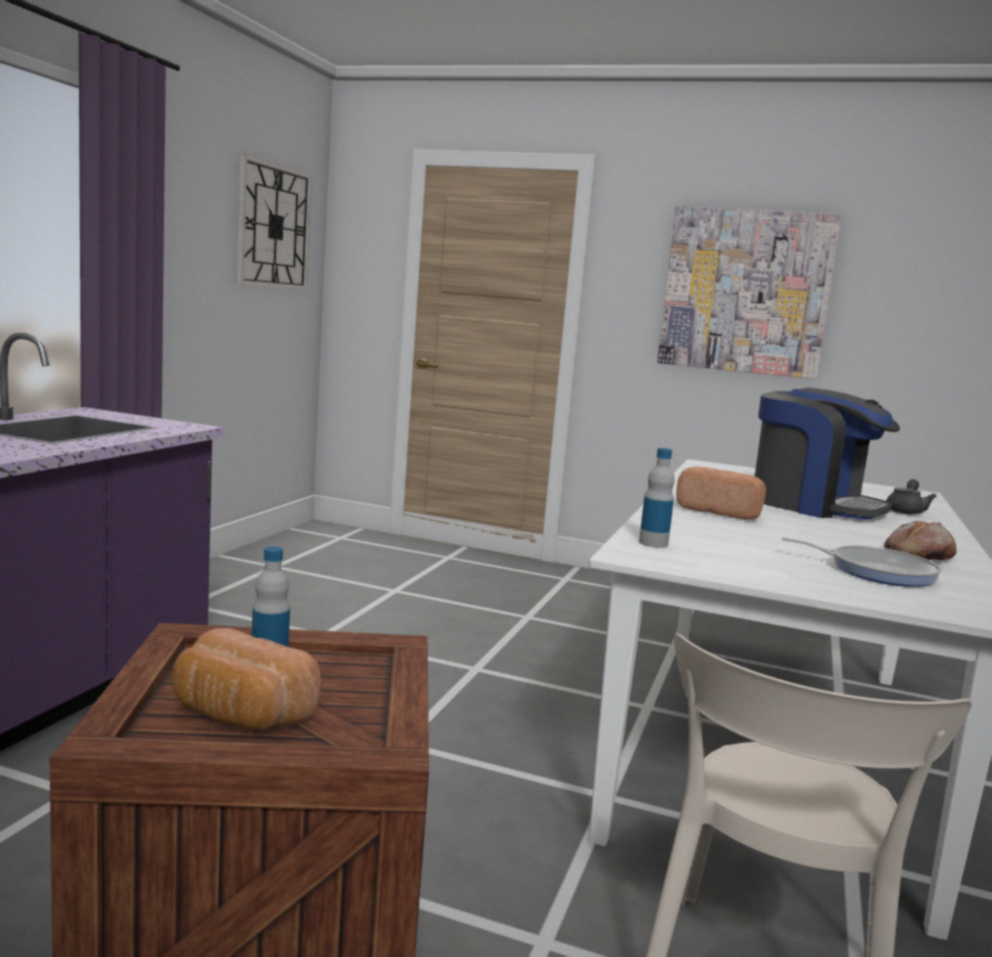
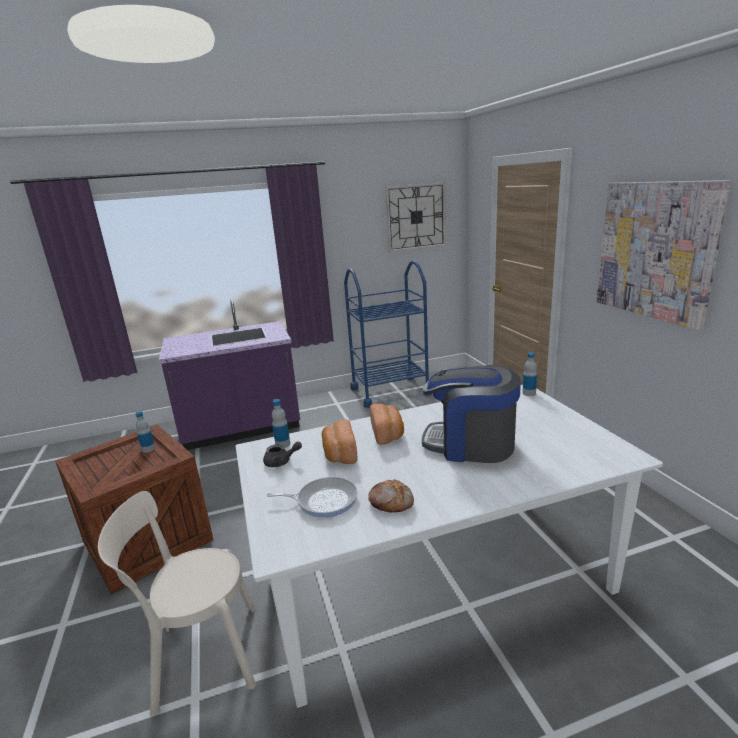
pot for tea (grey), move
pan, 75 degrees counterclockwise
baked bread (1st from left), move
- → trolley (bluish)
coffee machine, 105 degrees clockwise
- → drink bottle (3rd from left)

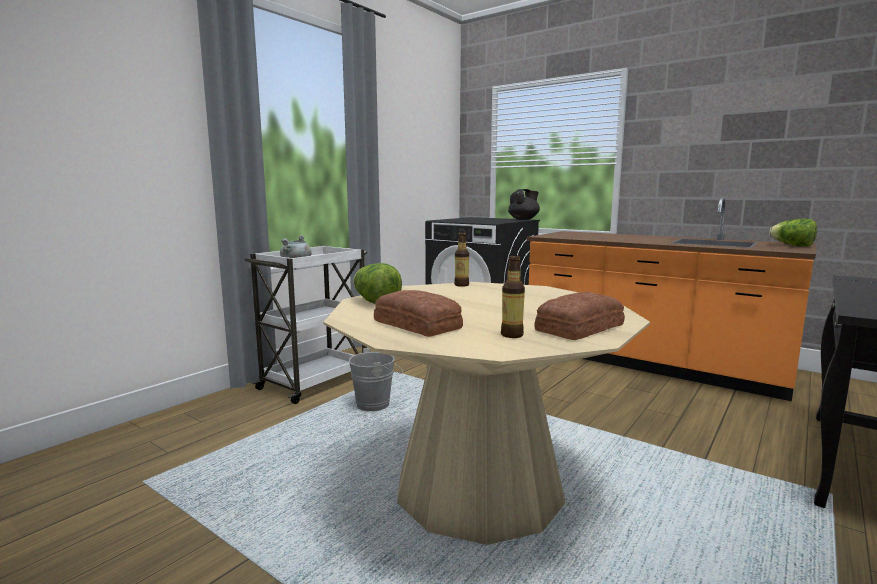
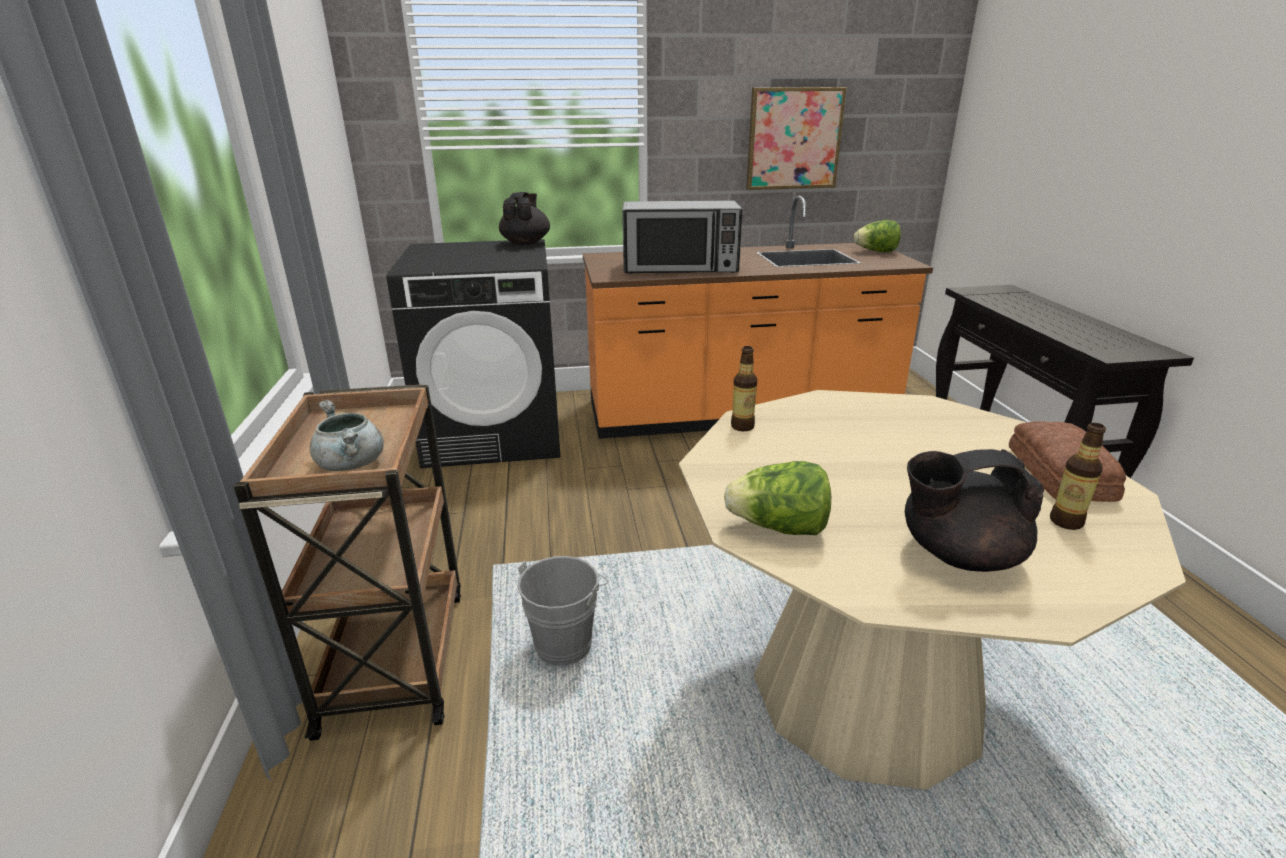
trolley (white) → trolley (brown)
- → kitchen microwave
- → picture
baked bread (1st from left) → pot for tea (blackish) (2nd from left)

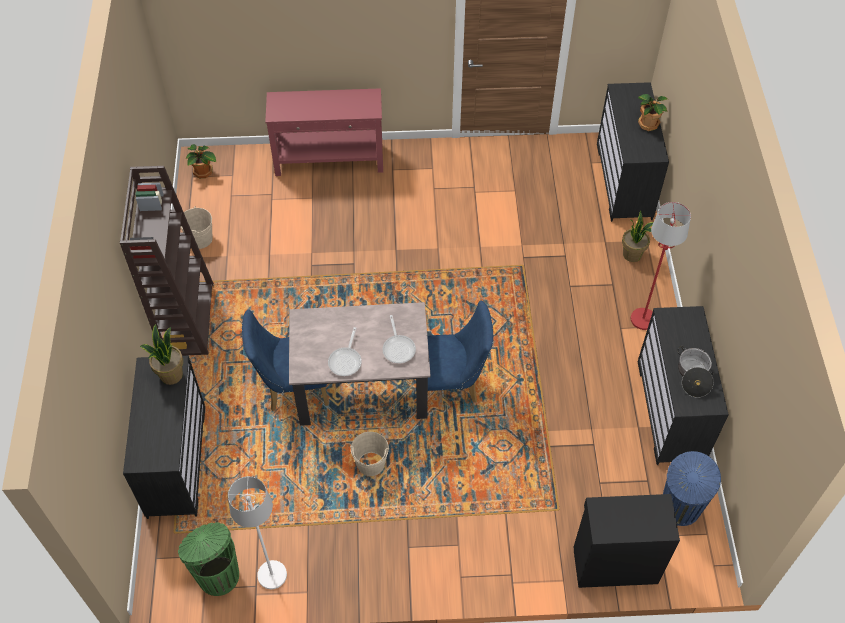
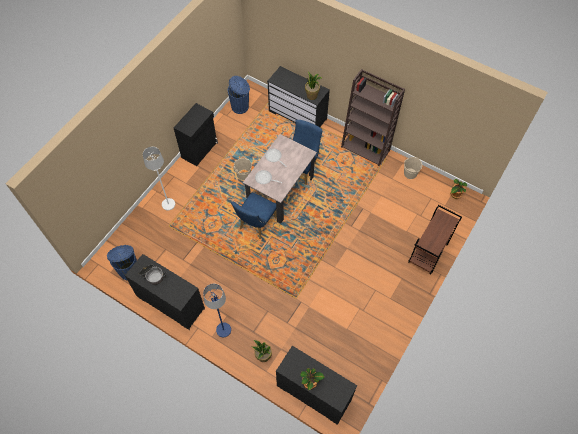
floor lamp (white), move
cabinet (blackish), move
floor lamp (red) → floor lamp (bluish)
trash can (green) → trash can (bluish) (2nd from left)
console table (red) → trolley (brown)

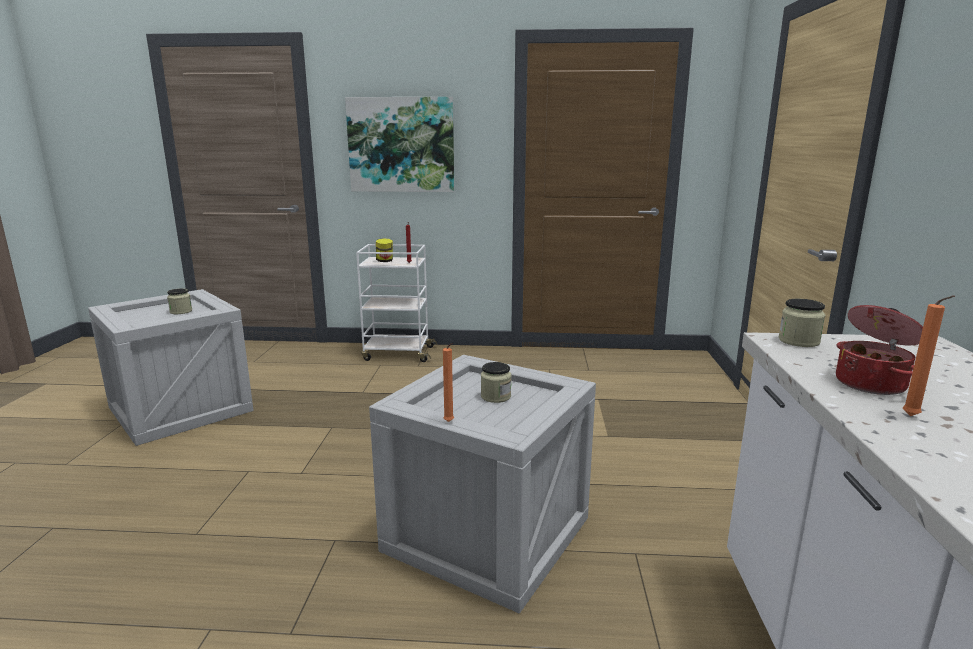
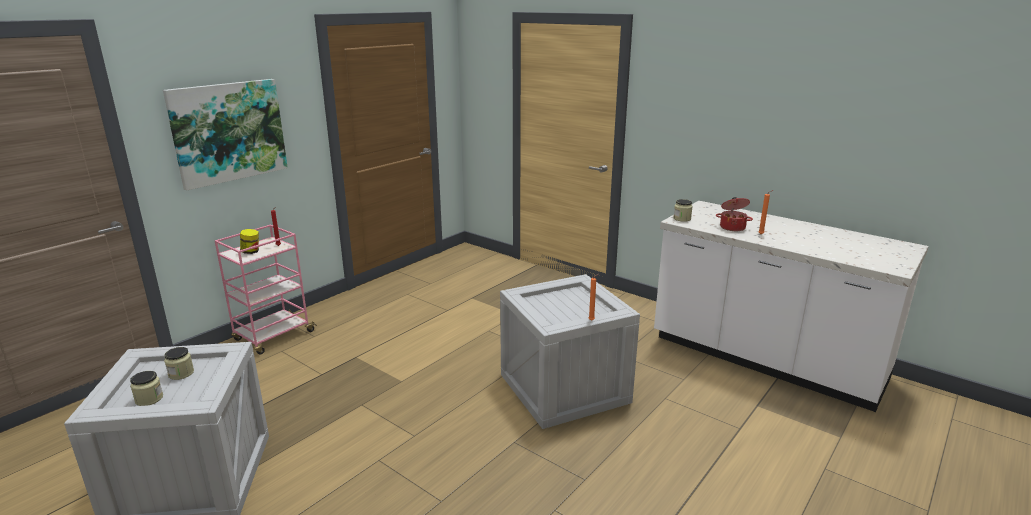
jar (3rd from left in the first image) → jar (1st from left), move
trolley (white) → trolley (pink)

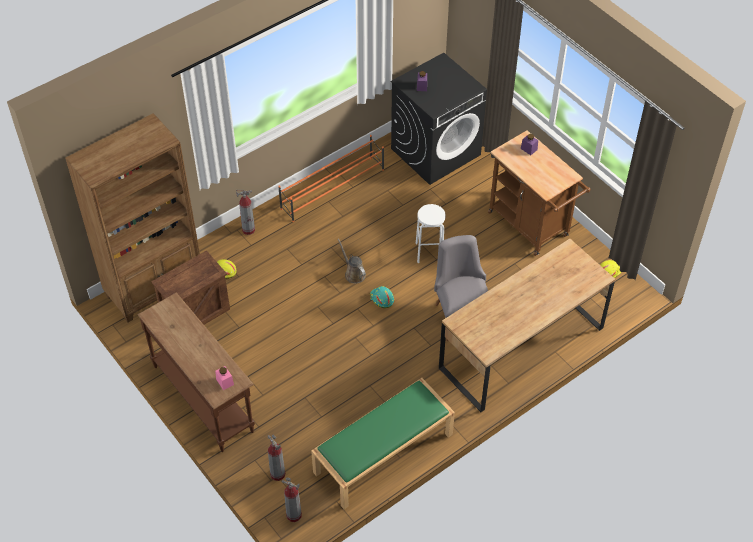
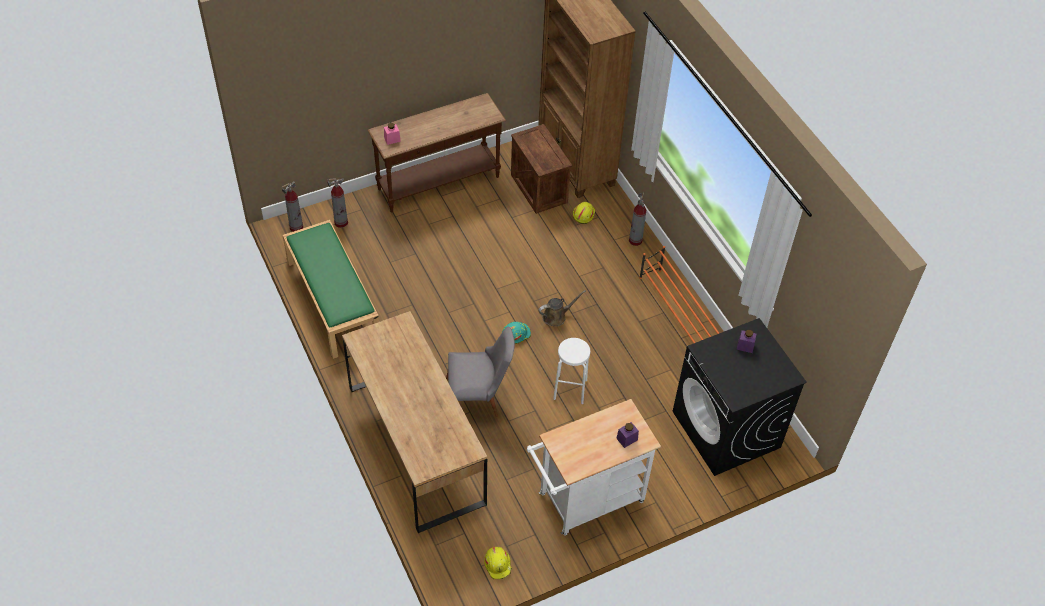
trolley (brown) → trolley (white)

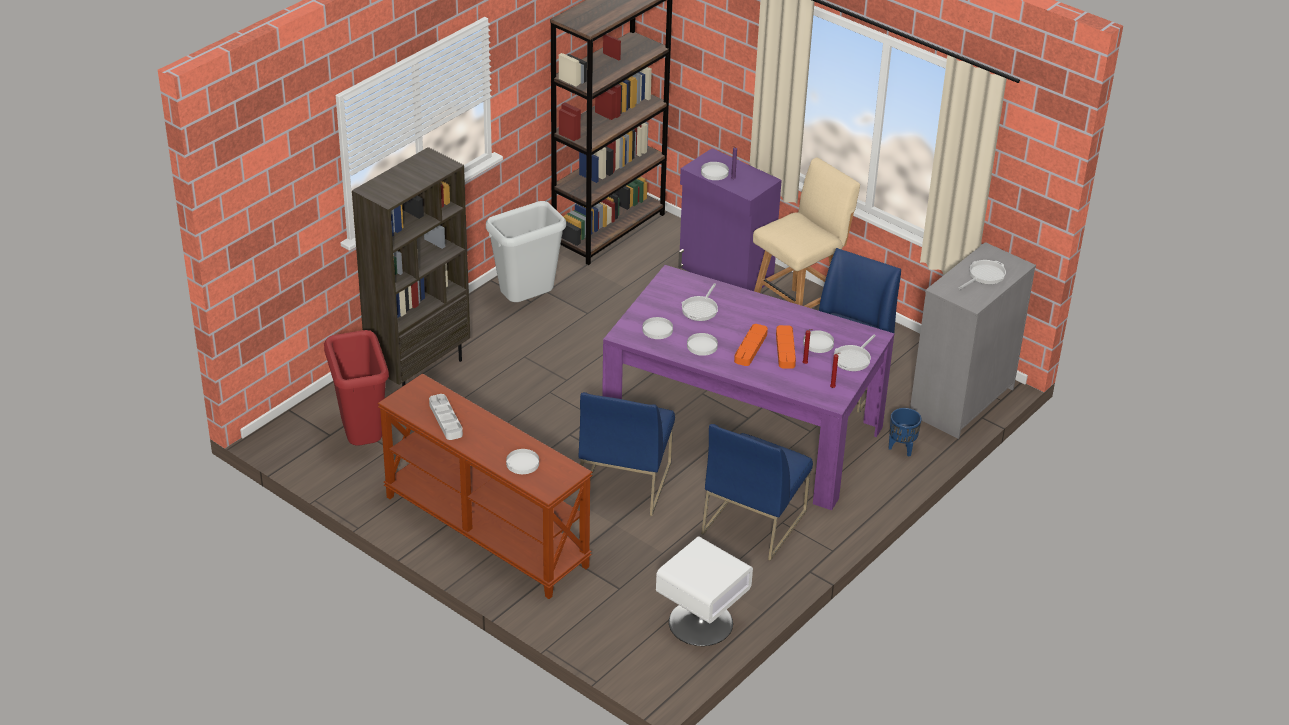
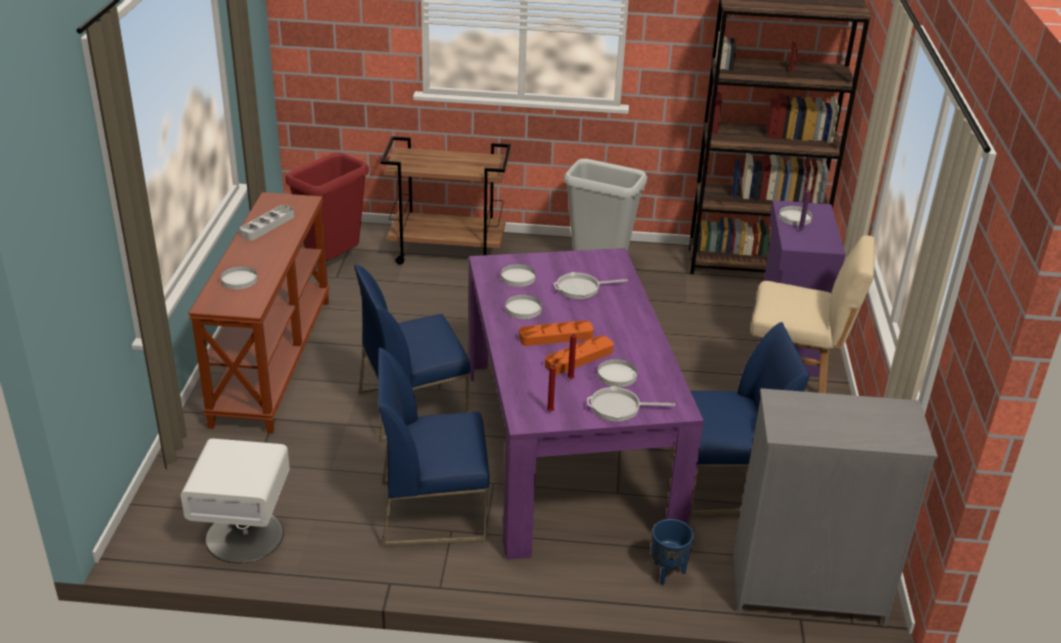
bookshelf (brown) (1st from left) → trolley (brown)
pan (3rd from left) → -

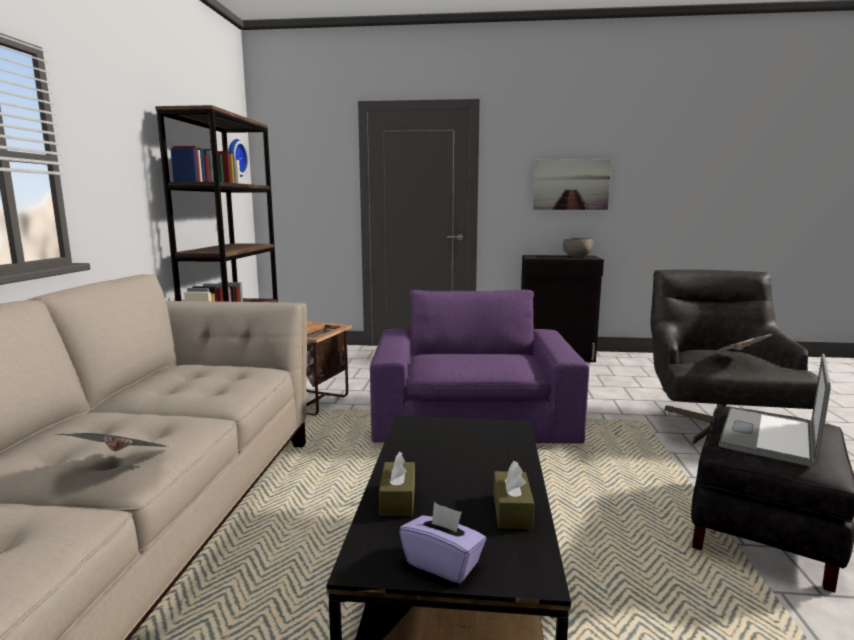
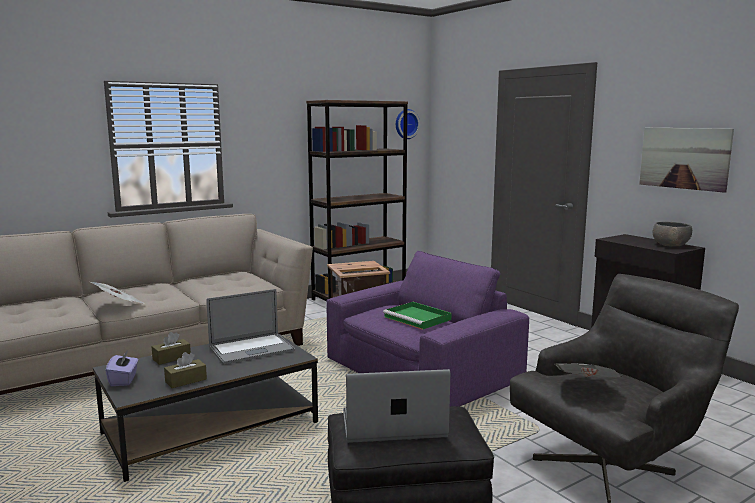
- → portable computer (1st from left)
- → serving tray (green)

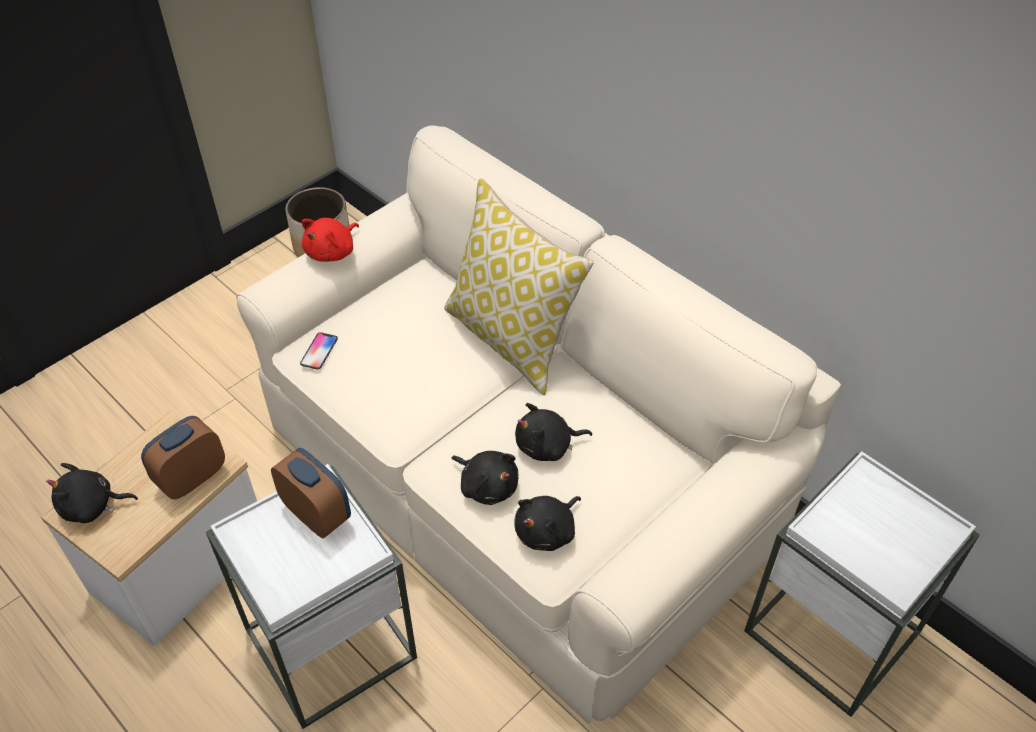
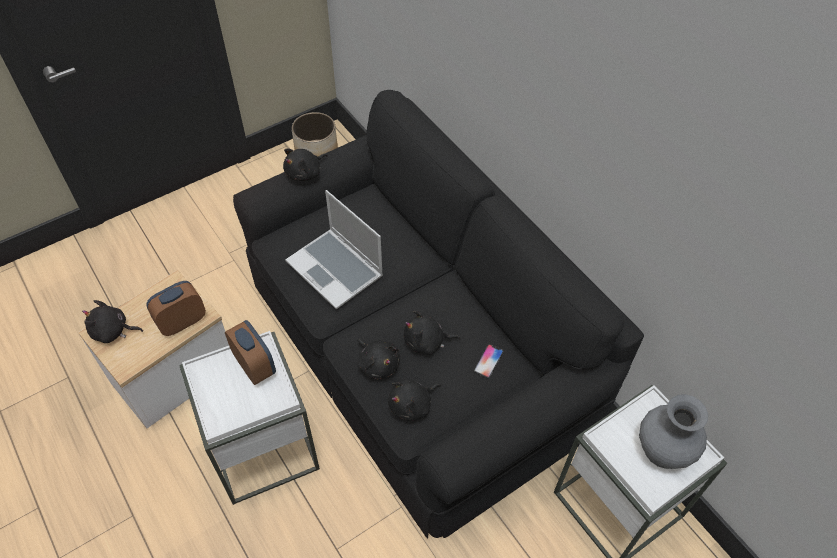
settee (beige-coloured) → settee (blackish)
soft toy (red) → soft toy (blackish) (2nd from left)
- → portable computer
phone, move
- → decorative vase (grey)
throw pillow → -

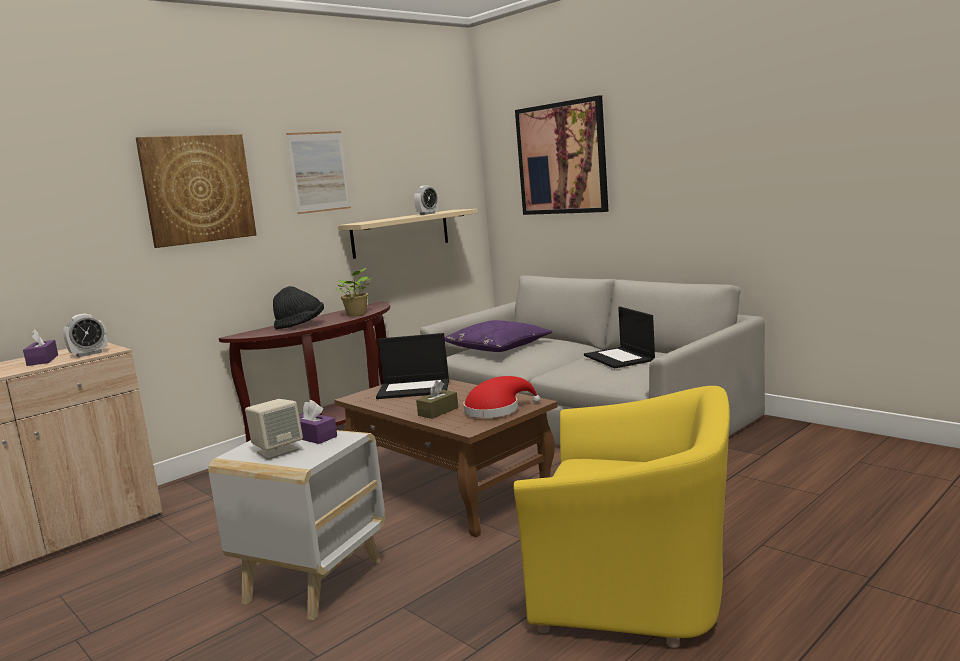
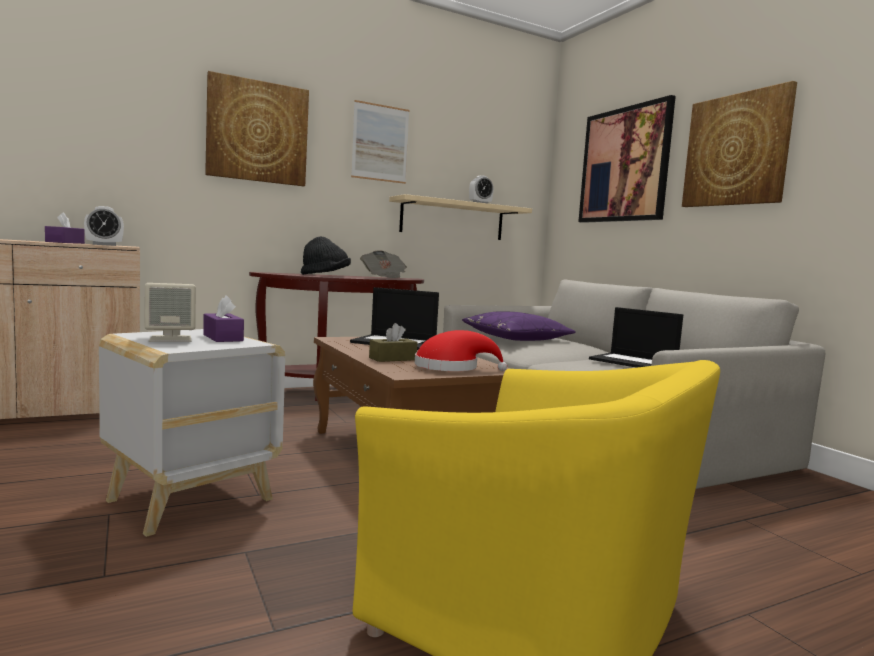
potted plant → newspaper
portable computer (2nd from left), 45 degrees counterclockwise
- → picture (4th from left)

